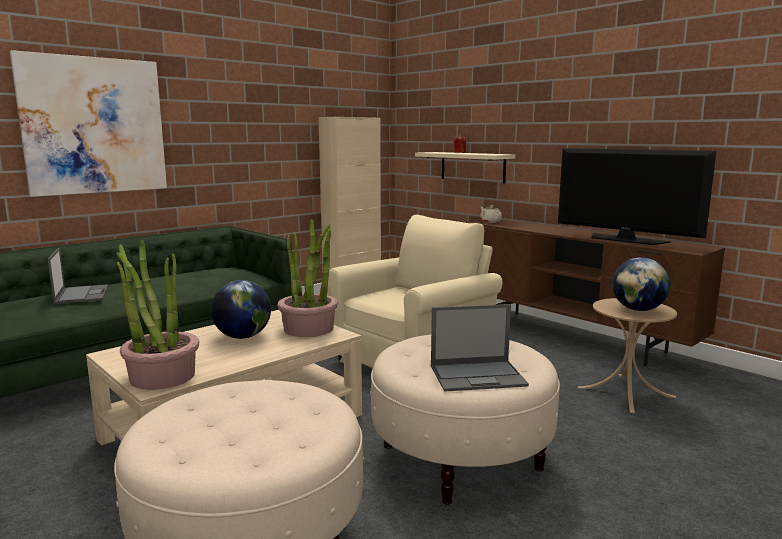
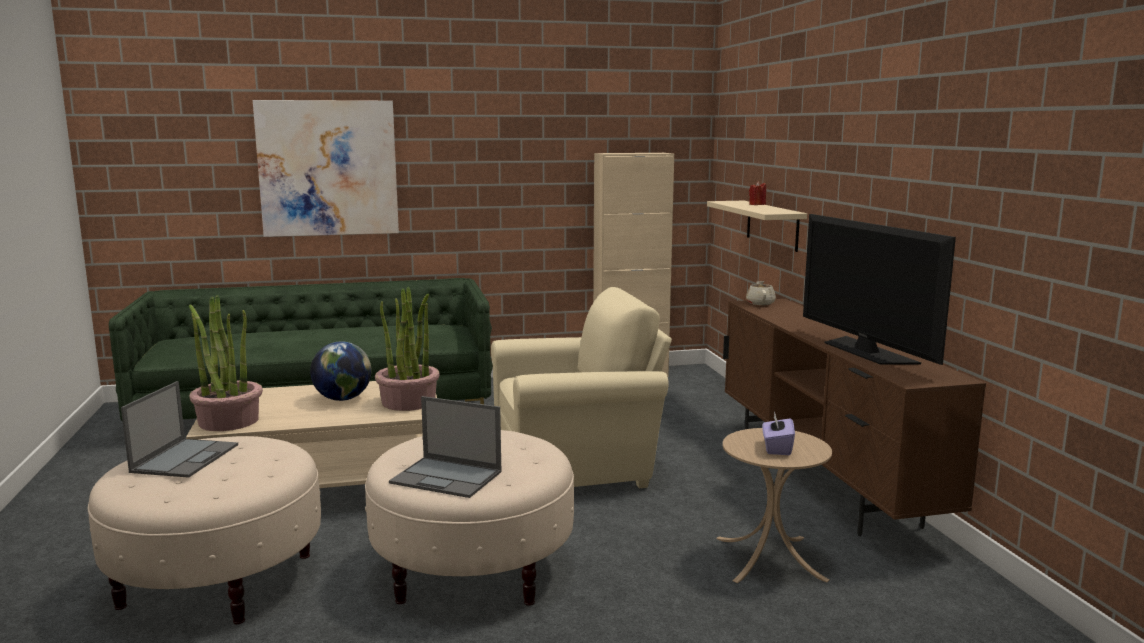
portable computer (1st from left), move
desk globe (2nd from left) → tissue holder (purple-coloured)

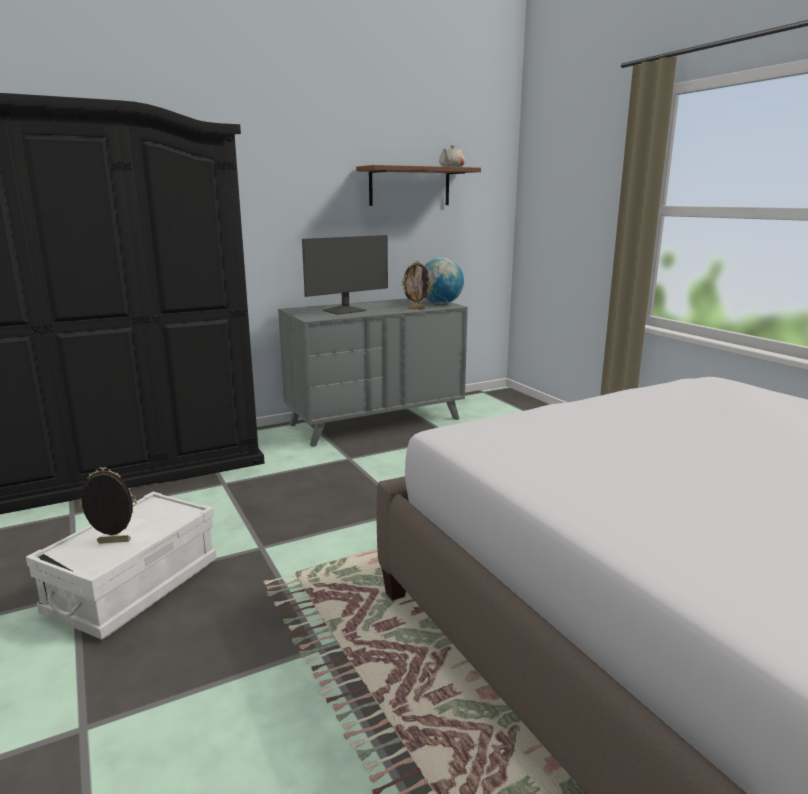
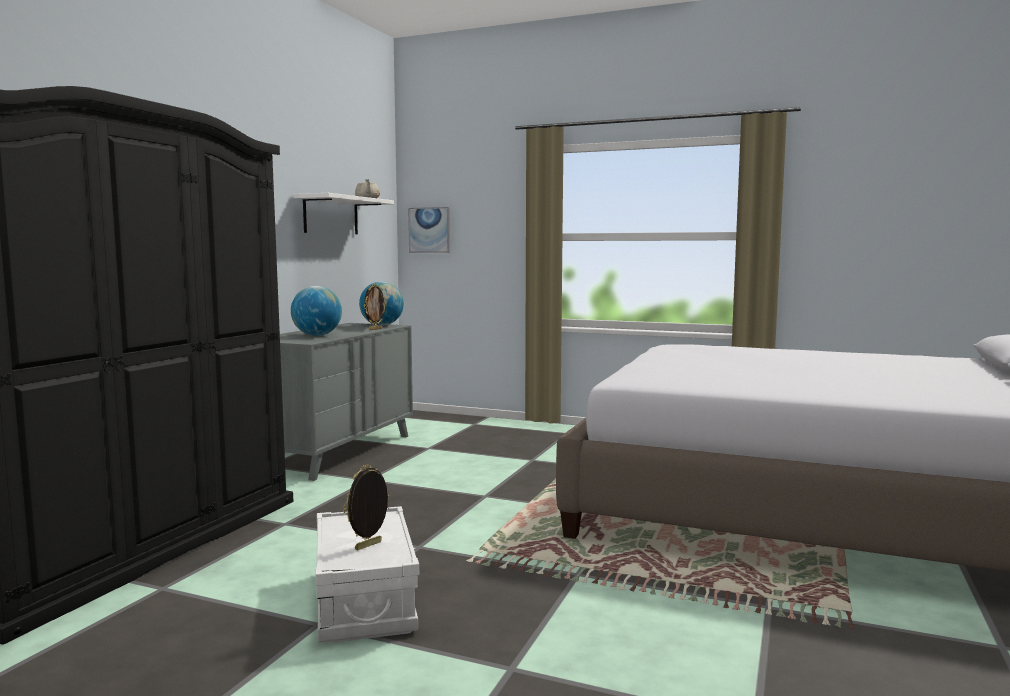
computer display → desk globe (1st from left)
shelf (brown) → shelf (white)
- → picture

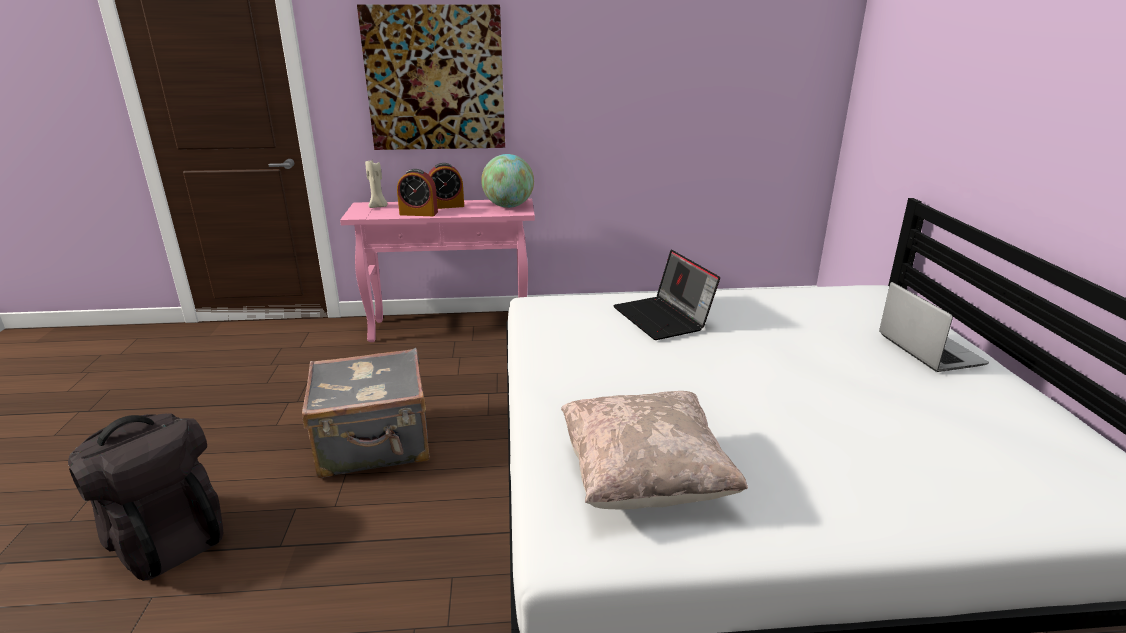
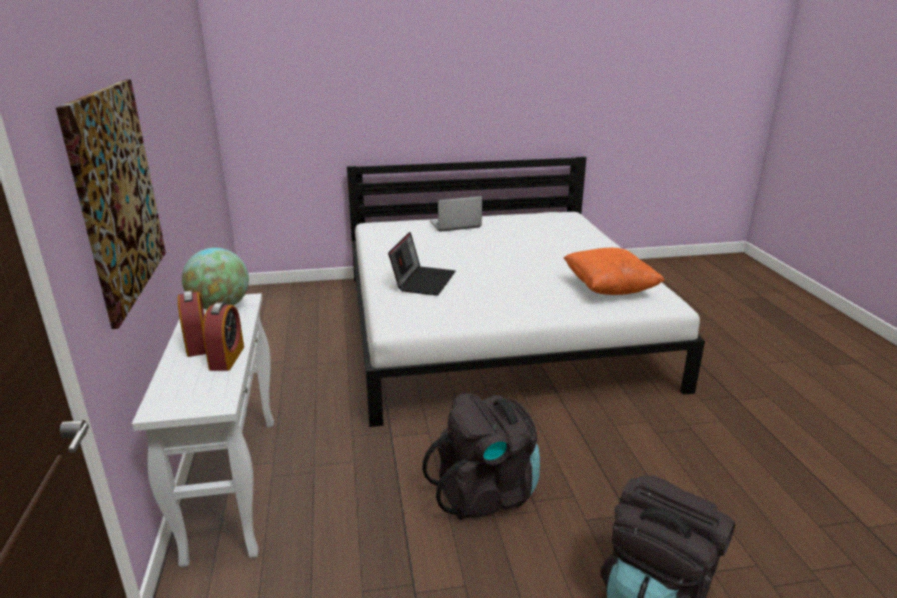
console table (pink) → console table (white)
portable computer (1st from left), 45 degrees counterclockwise
travel case (grey) → backpack (blackish) (1st from left)
throw pillow (beige-coloured) → throw pillow (orange-coloured)
candle (beige-coloured) → -

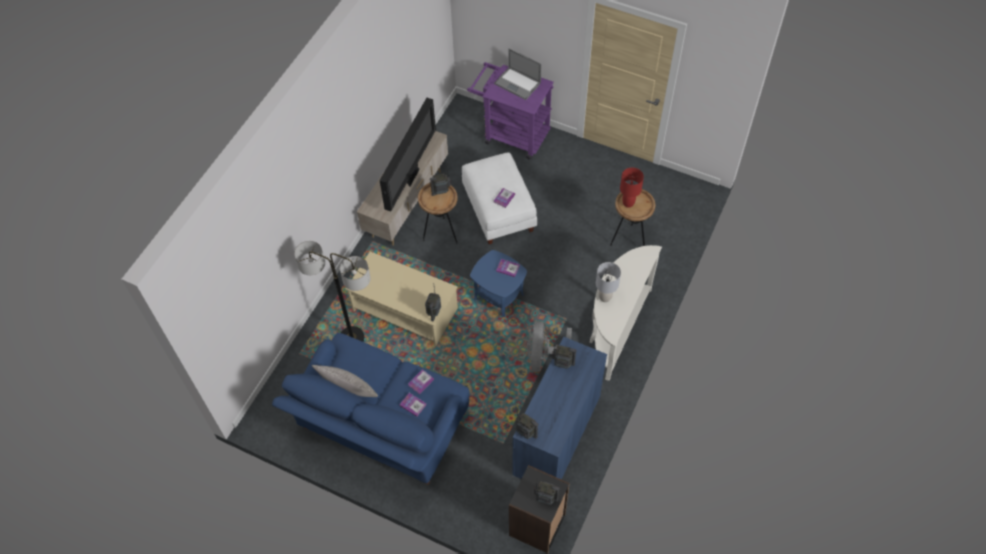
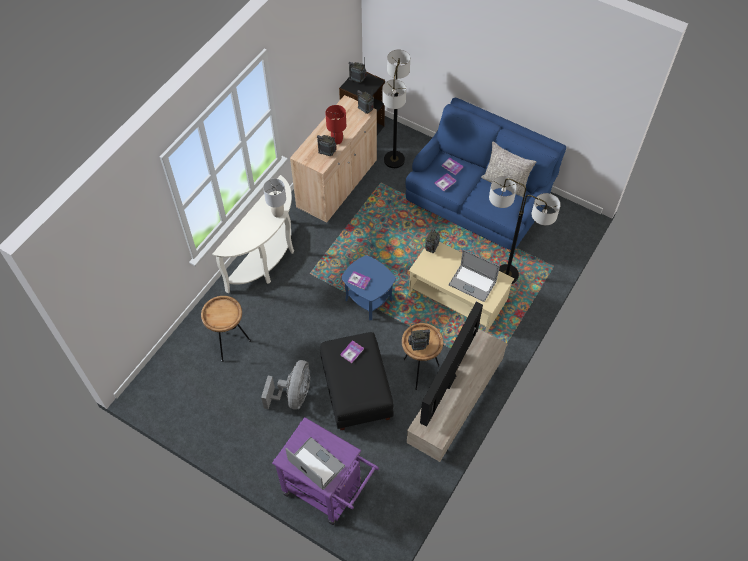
fan (grey), move
cabinet (bluish) → cabinet (beige-coloured)
footrest (white) → footrest (blackish)
tabletop lamp (red), move
- → floor lamp (1st from left)
- → portable computer (2nd from left)

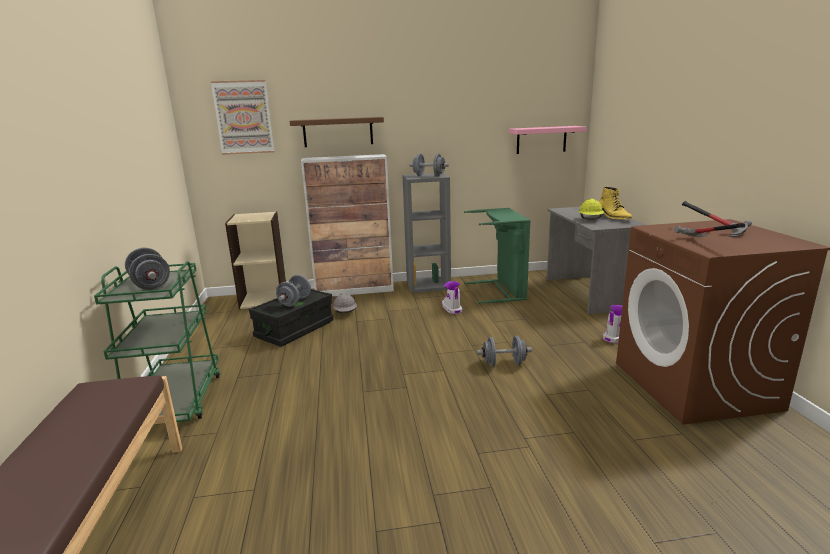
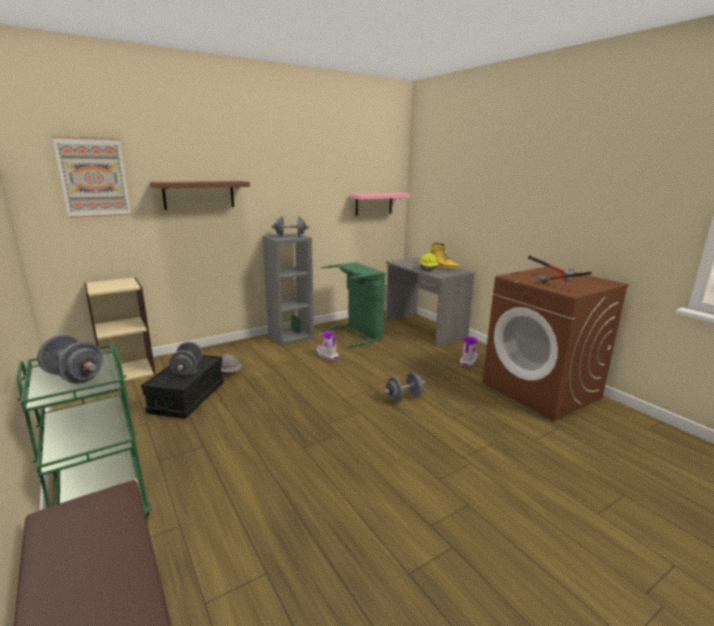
cabinet → -

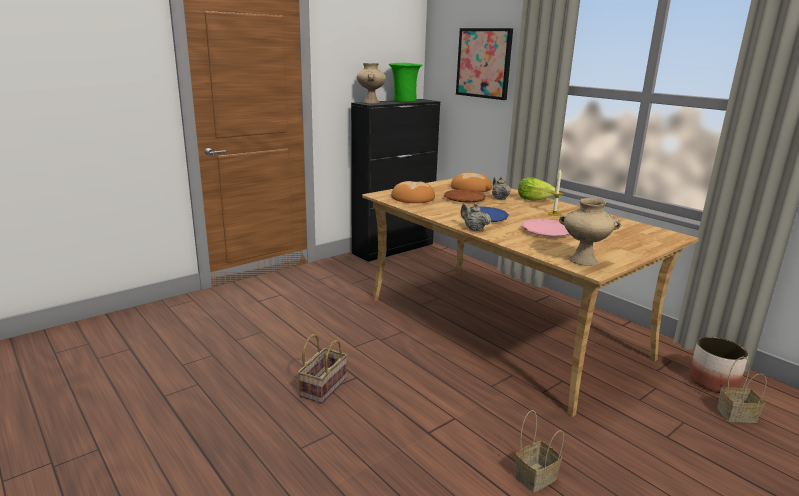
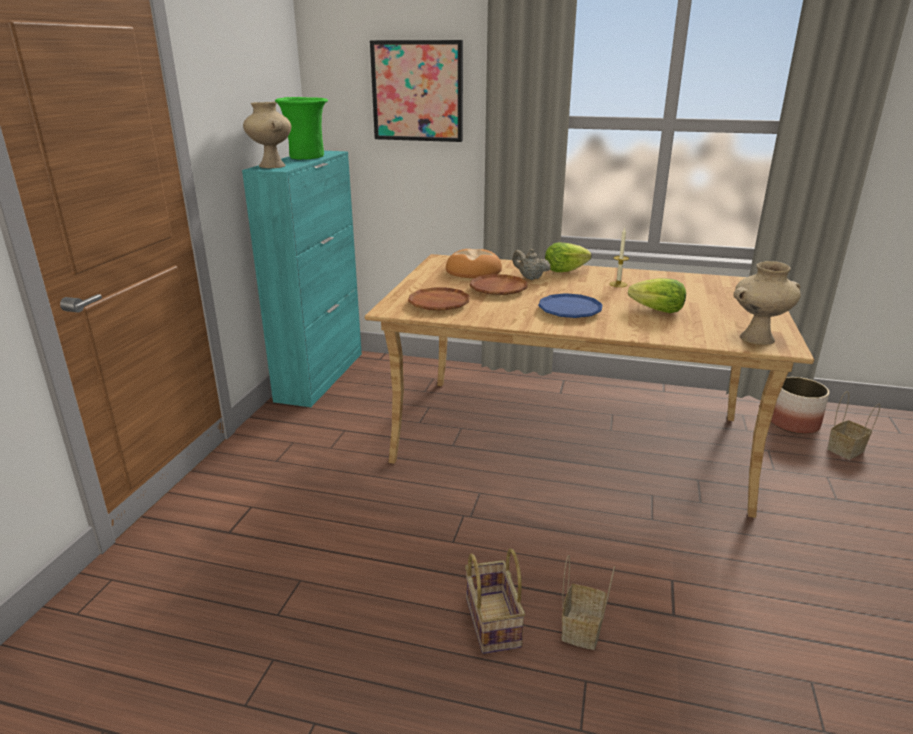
cabinet (blackish) → cabinet (blue-green)
baked bread (1st from left) → plate (brown) (1st from left)
storage basket (2nd from left), move
plate (pink) → head of lettuce (2nd from left)
pot for tea (beige-coloured) (1st from left) → -

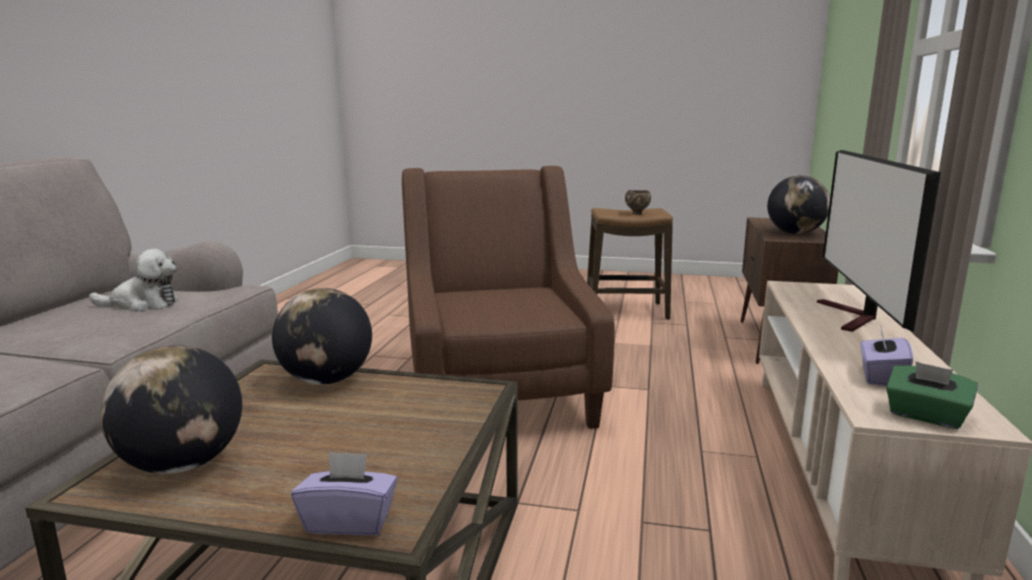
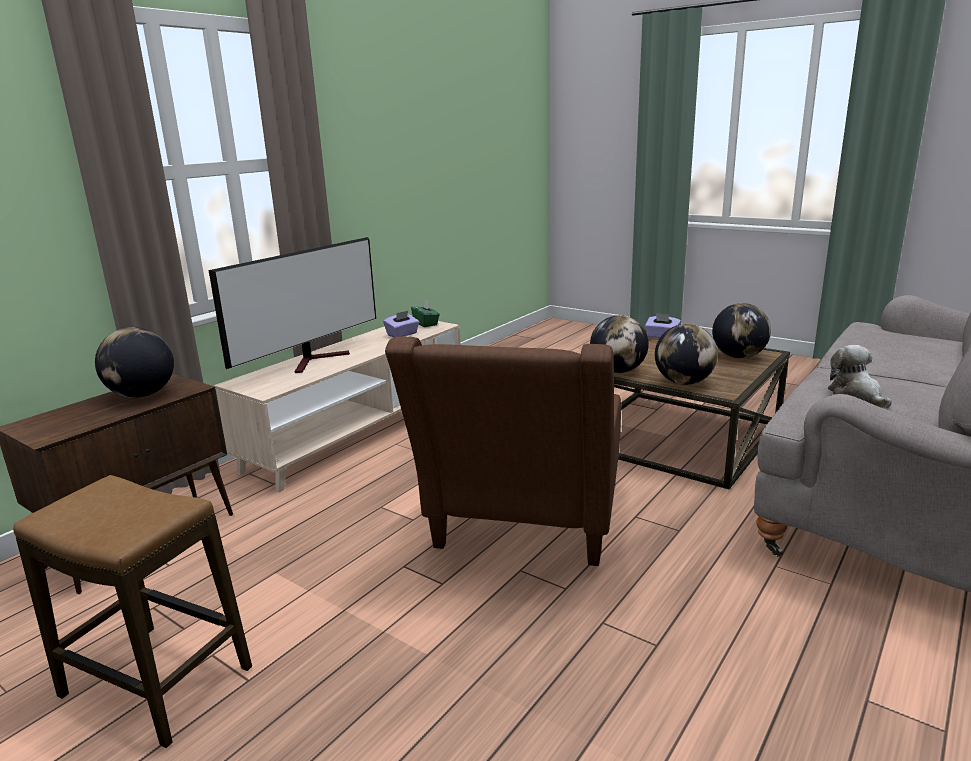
- → desk globe (2nd from left)
soft toy, 60 degrees clockwise
bowl (brown) → -

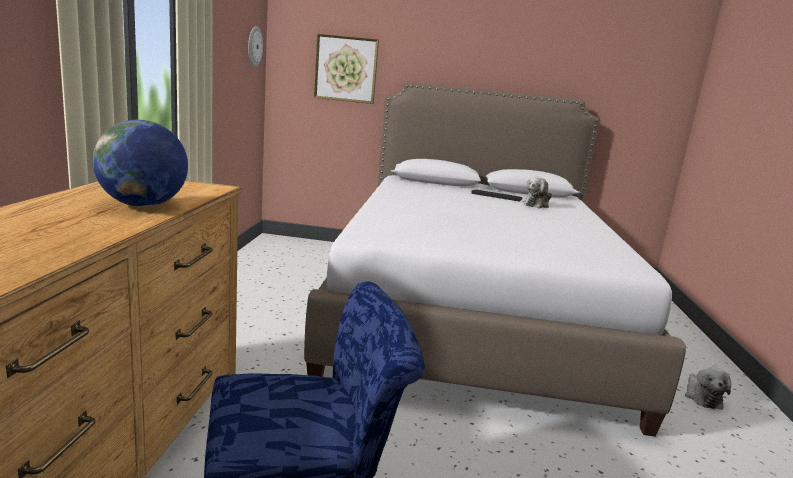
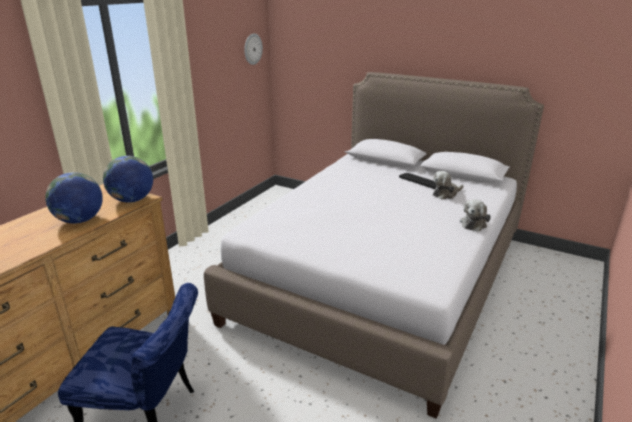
- → desk globe (2nd from left)
soft toy (2nd from left), move
picture → -

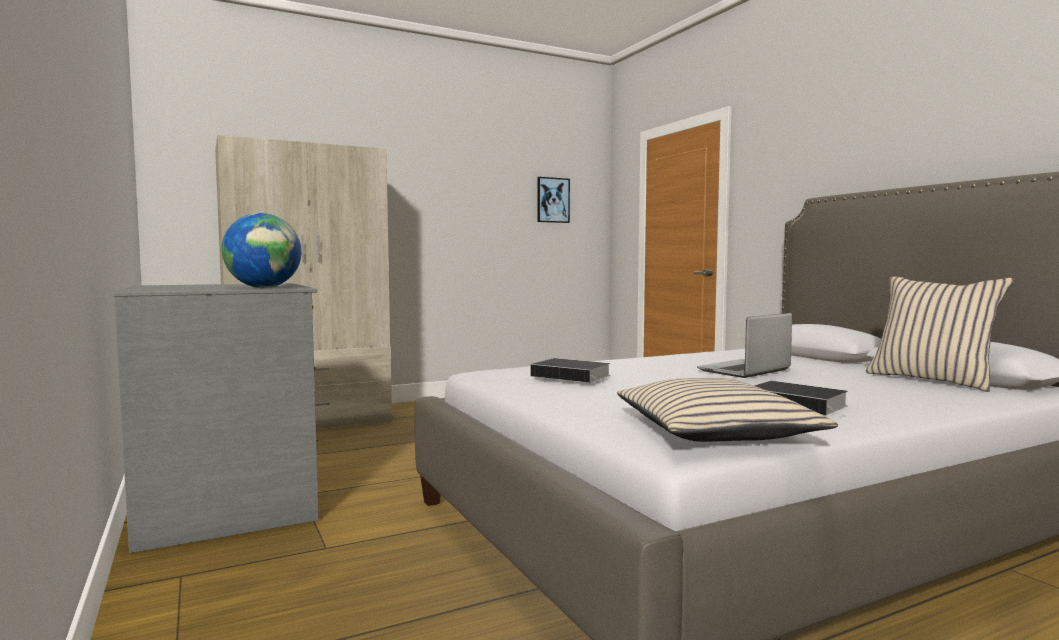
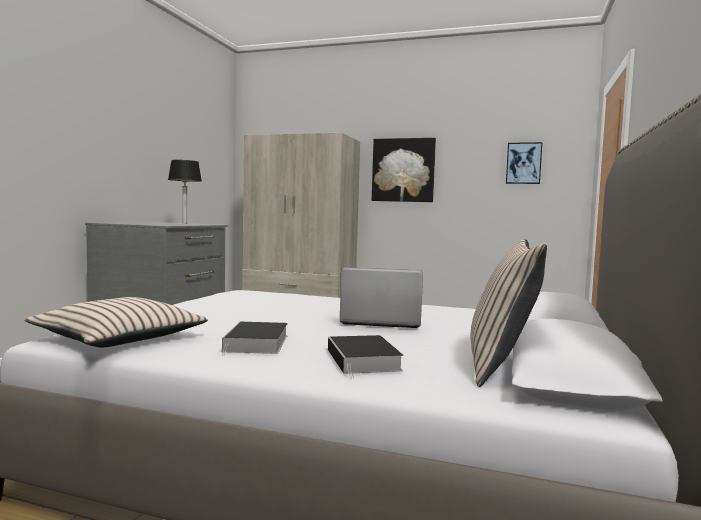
- → tabletop lamp
book (1st from left in the first image) → book (2nd from left), move
- → picture (1st from left)
desk globe → -

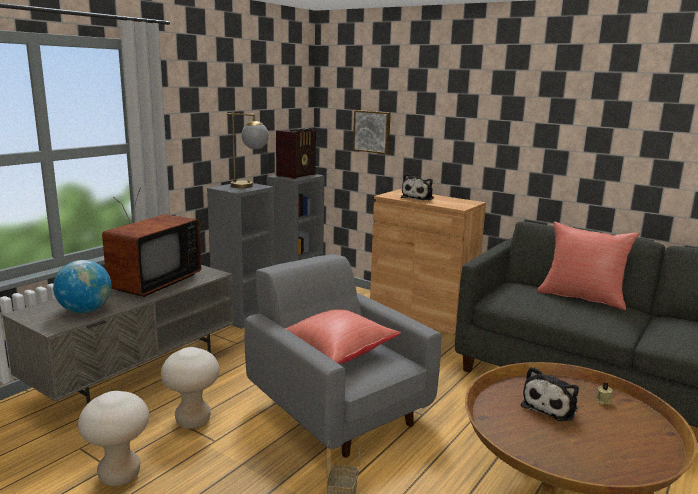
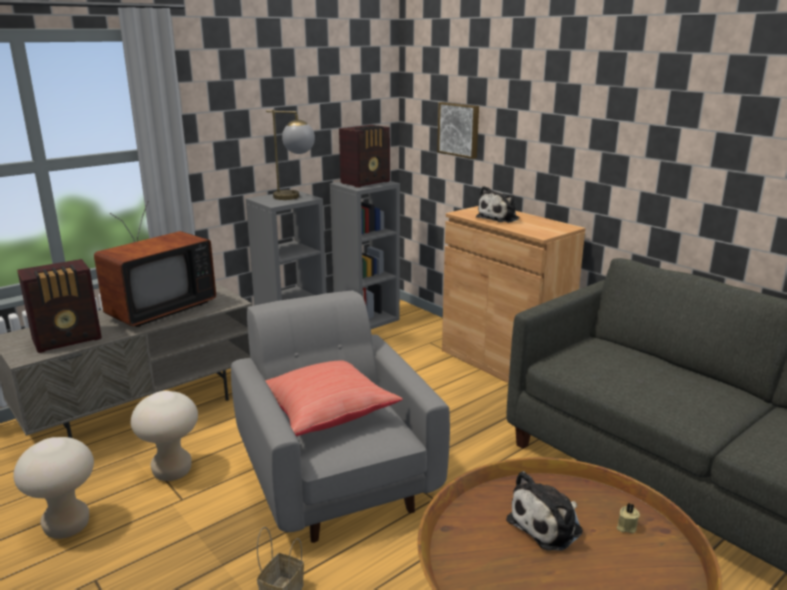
desk globe → radio set (1st from left)
throw pillow (red) (2nd from left) → -

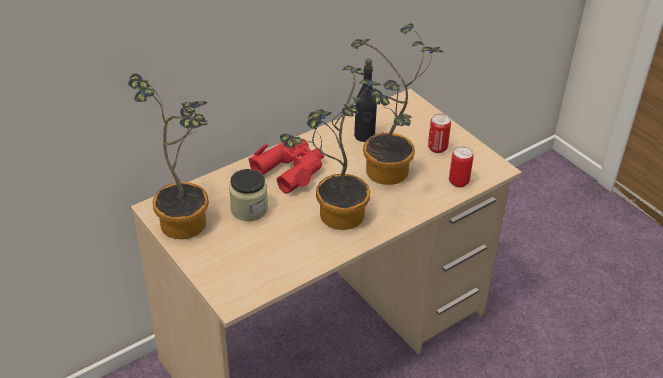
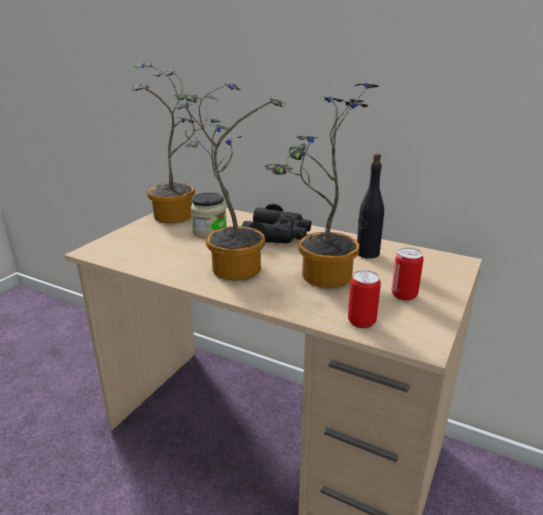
pair of binoculars (red) → pair of binoculars (blackish)

